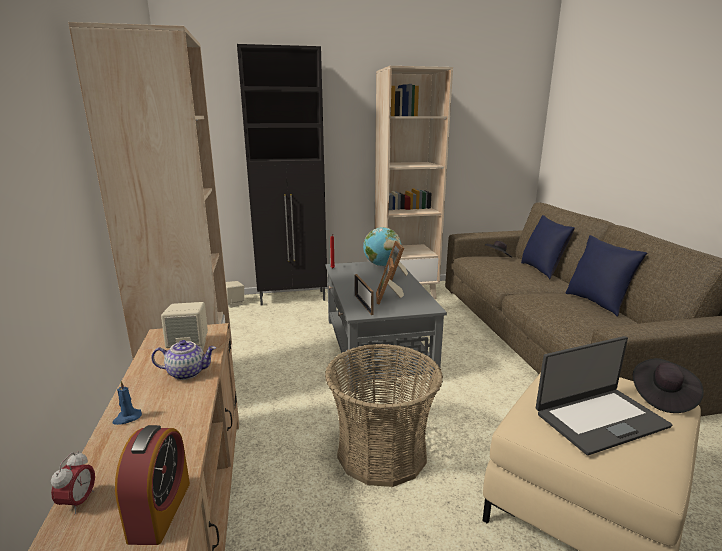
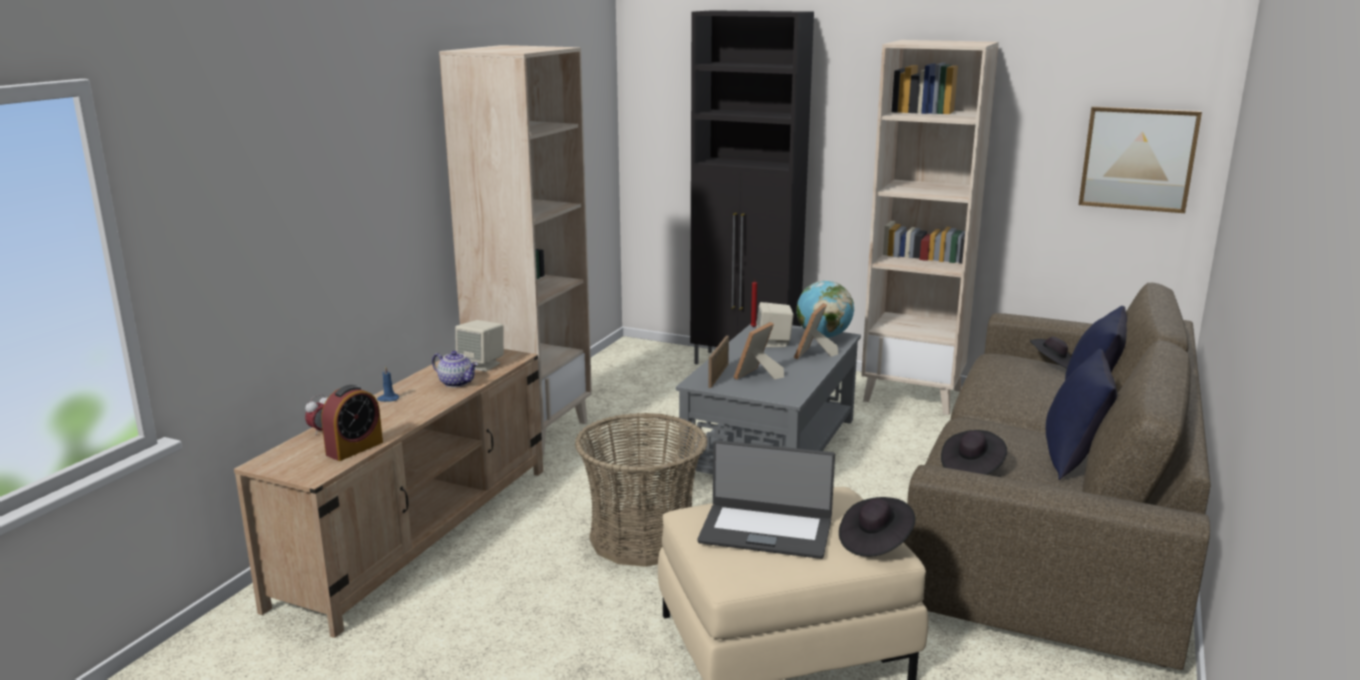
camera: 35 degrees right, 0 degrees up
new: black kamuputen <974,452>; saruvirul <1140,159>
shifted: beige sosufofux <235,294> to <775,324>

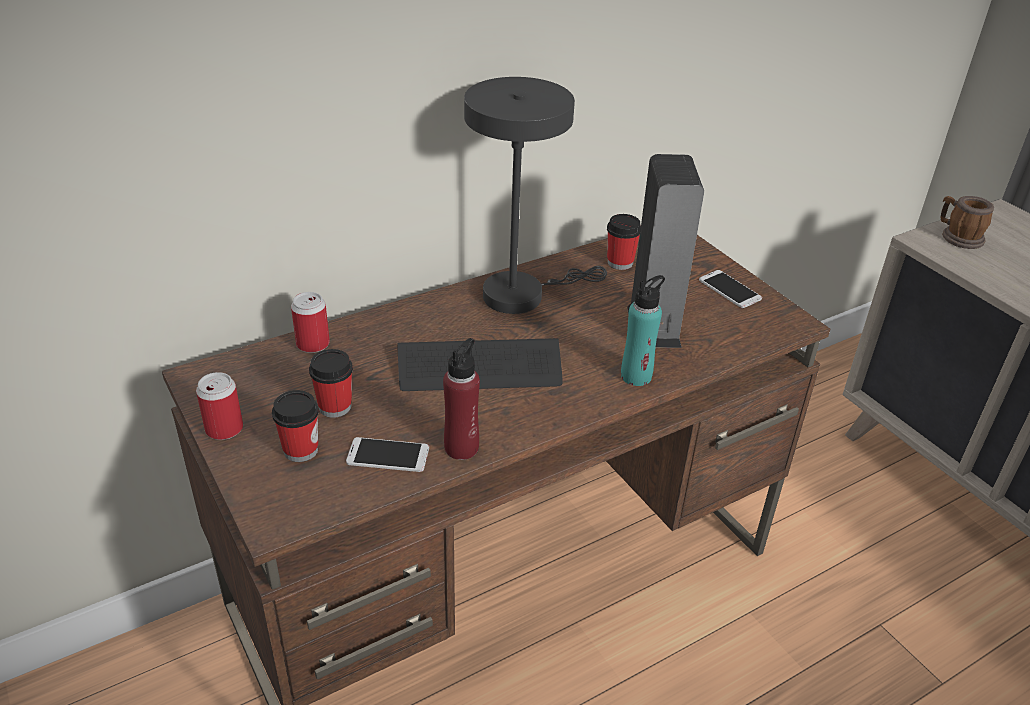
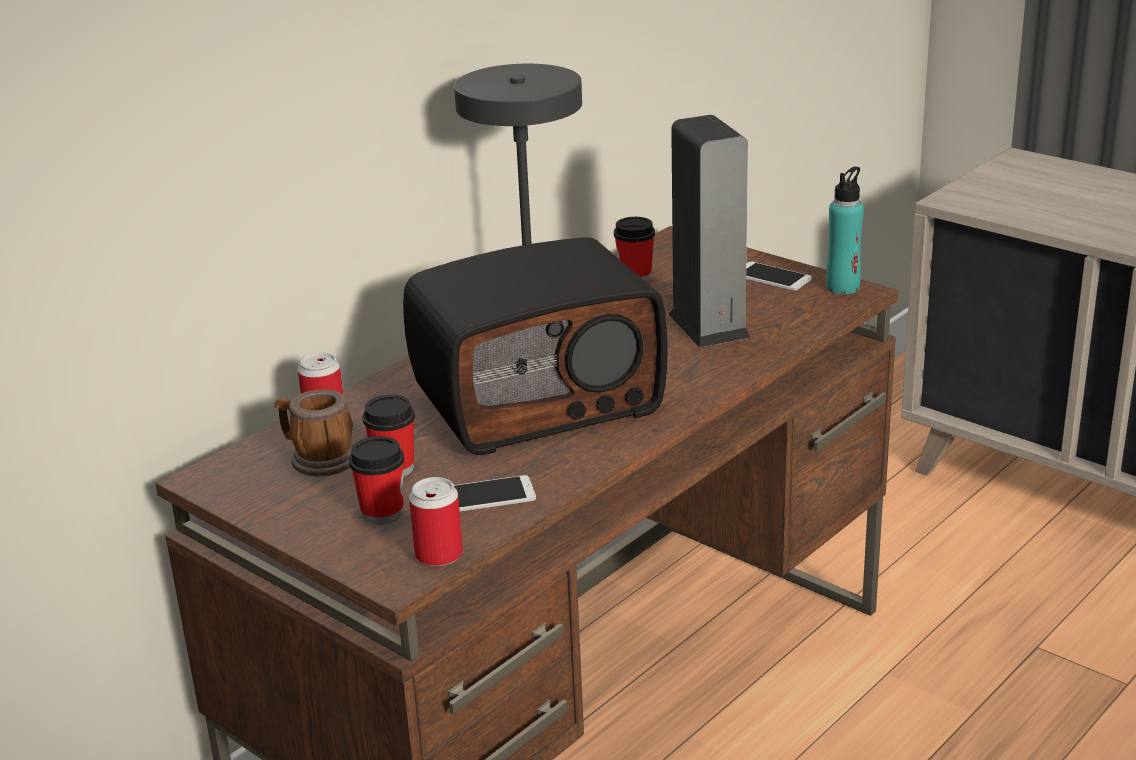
camera: 15 degrees left, 10 degrees down
gone: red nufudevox <461,399>
shifted: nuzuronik <967,222> to <314,433>; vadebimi <219,406> to <436,521>; turquoise nufudevox <643,330> to <845,230>
swapped: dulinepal <480,364> to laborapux <535,346>

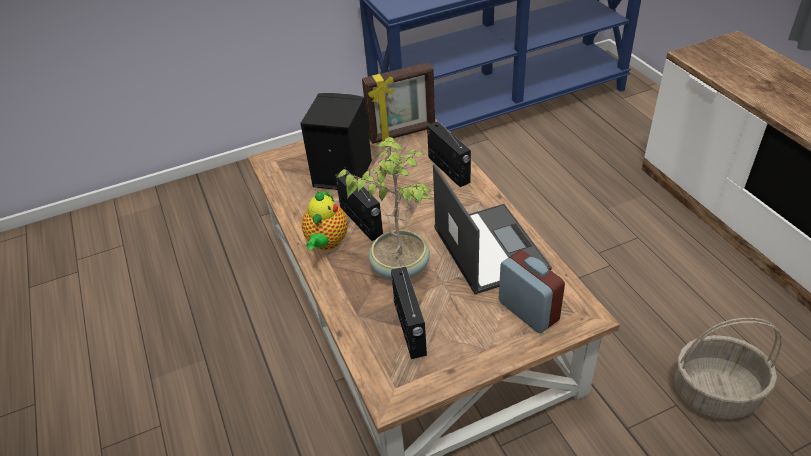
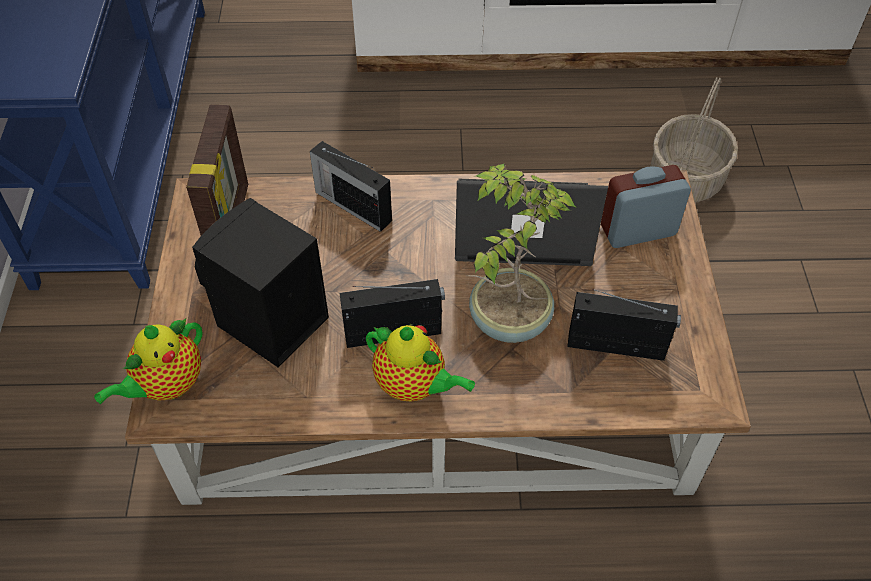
camera: 70 degrees left, 10 degrees up
new: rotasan <148,361>
rotated: laborapux <449,153> = <351,186> 135 degrees counterclockwise

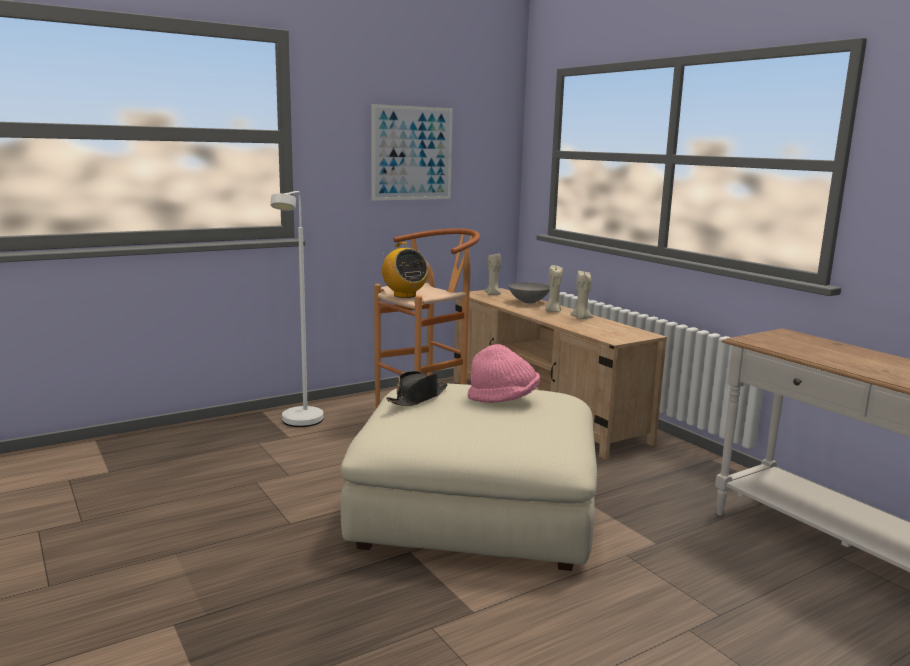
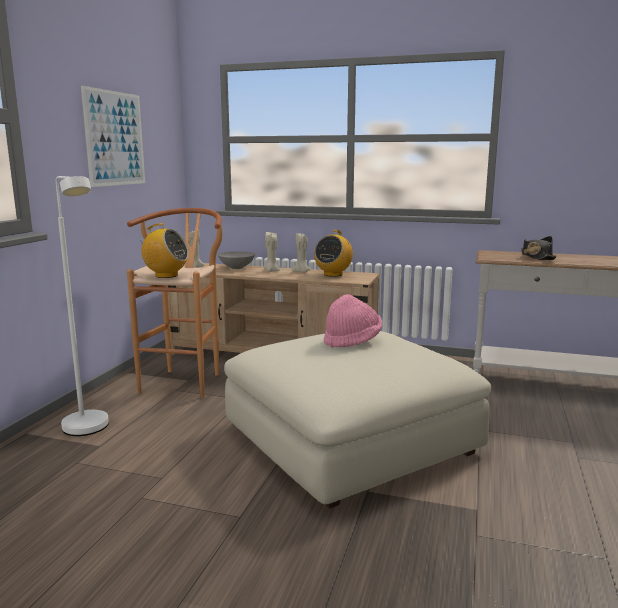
camera: 40 degrees left, 0 degrees up
new: laborapux <333,253>
shifted: black kamuputen <417,388> to <539,248>

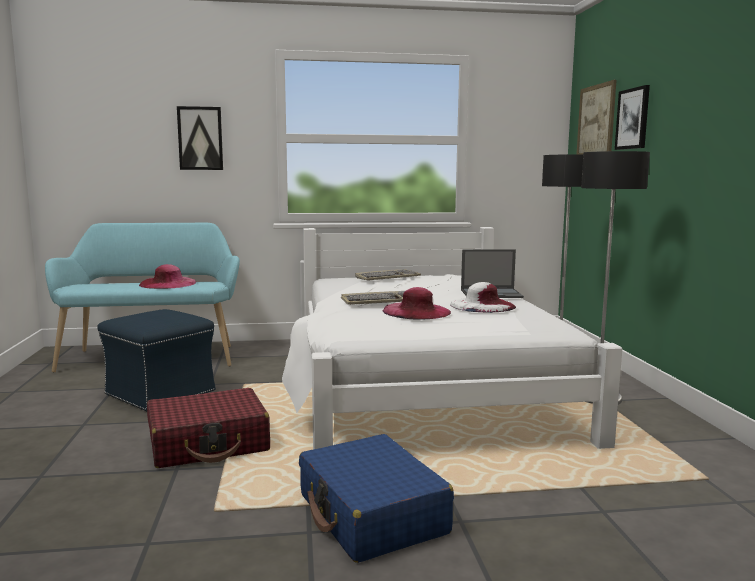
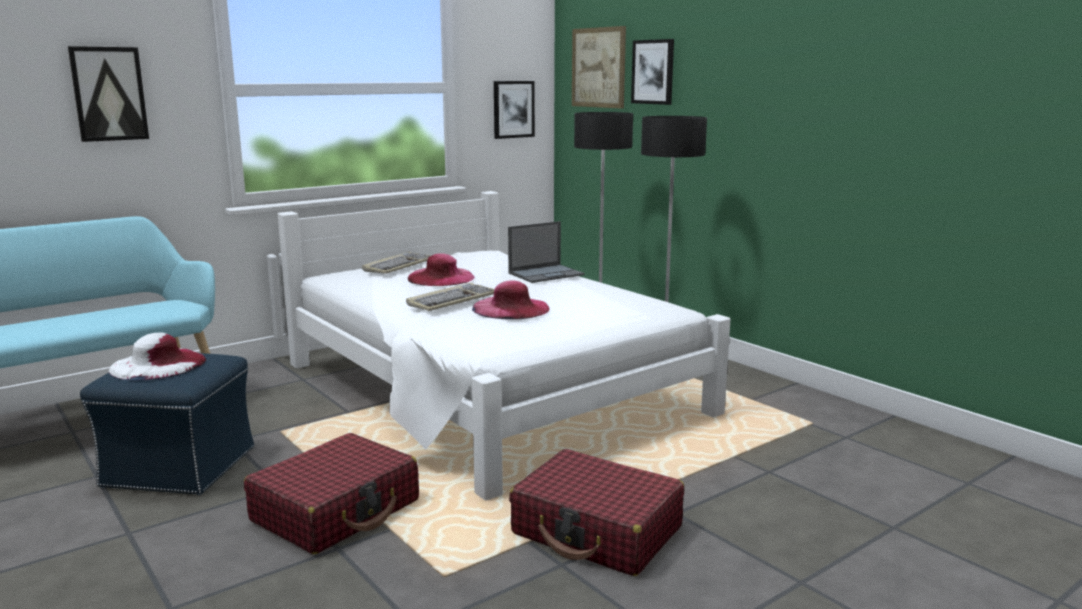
camera: 30 degrees left, 5 degrees up
new: saruvirul <514,110>
shifted: white kamuputen <483,297> to <157,356>; pink kamuputen <167,276> to <441,269>
repainted: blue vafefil <376,498> to red vafefil <596,512>

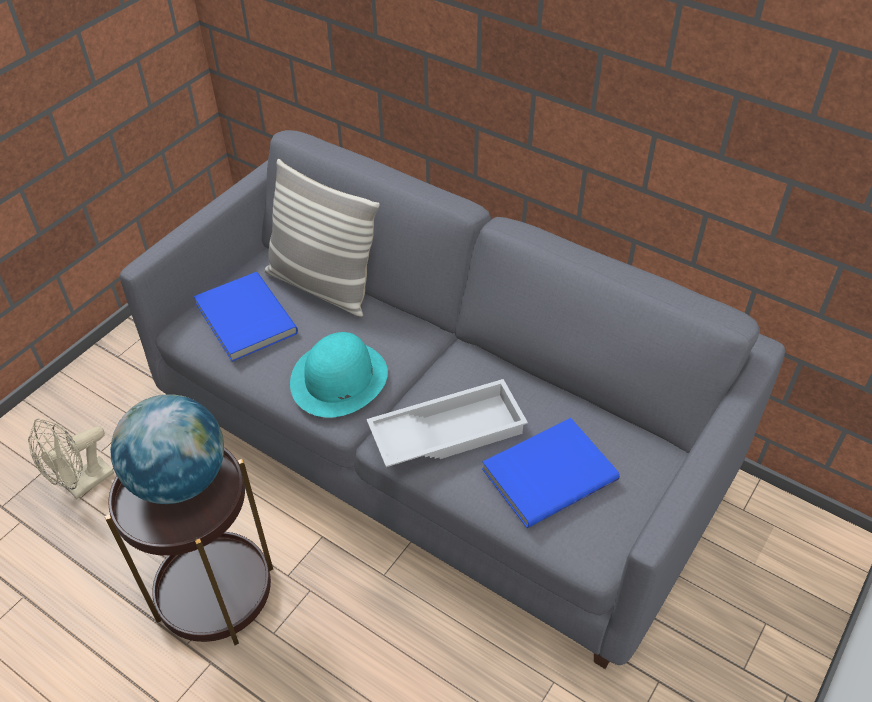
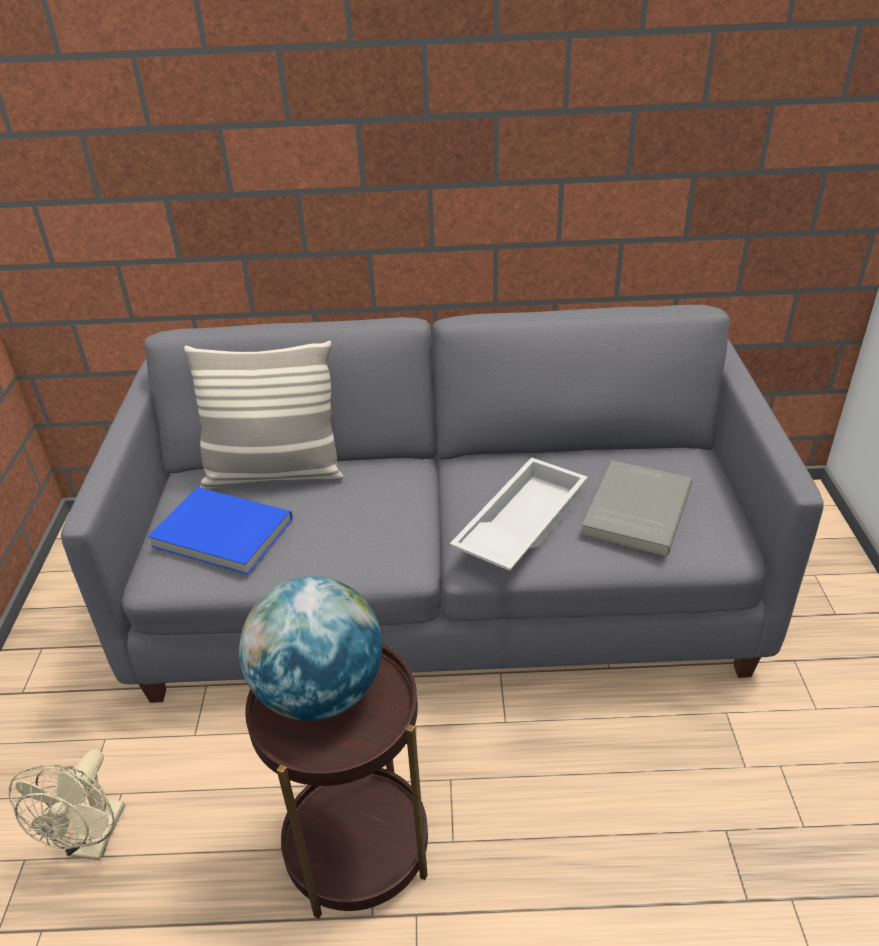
camera: 35 degrees left, 10 degrees down
gone: turquoise kamuputen <339,375>
repainted: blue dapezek <551,473> to grey dapezek <636,508>

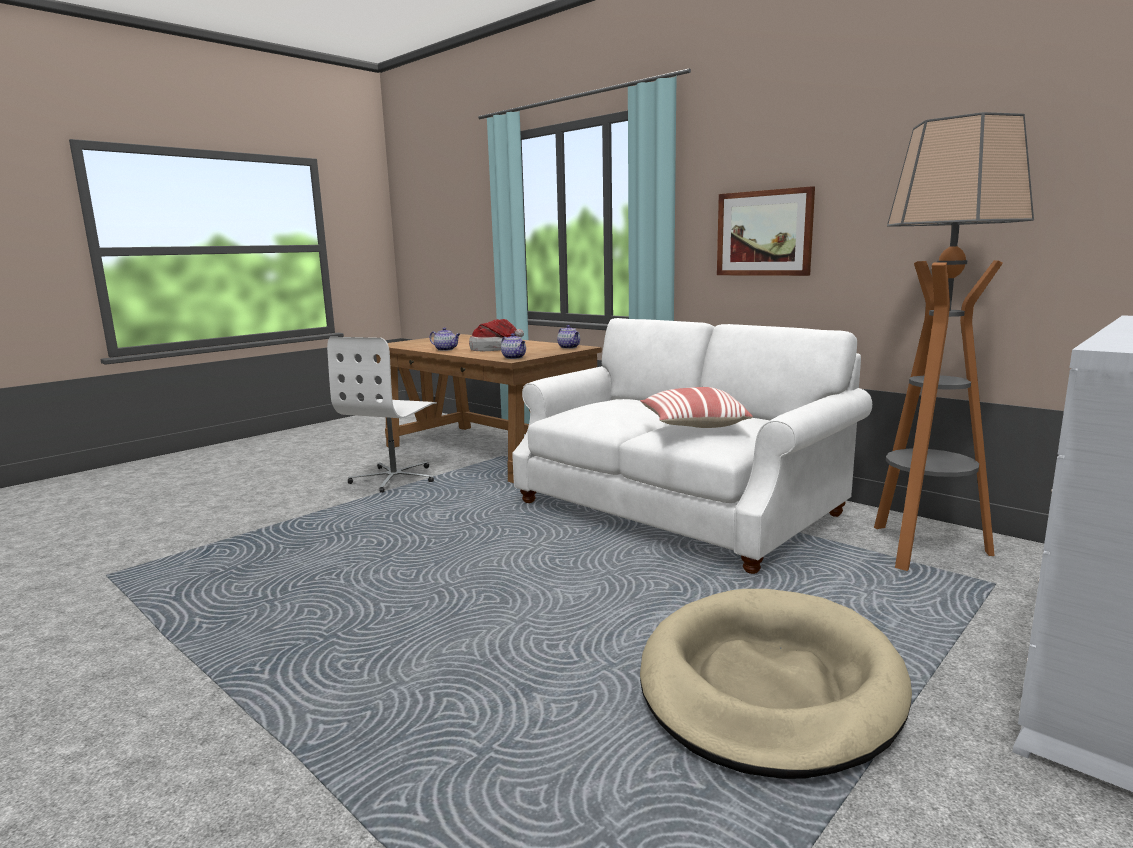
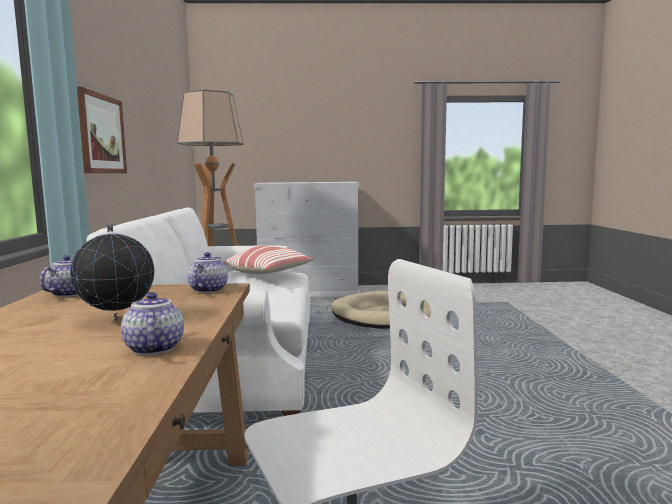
camera: 135 degrees left, 5 degrees down
swapped: kamuputen <496,335> to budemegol <112,272>

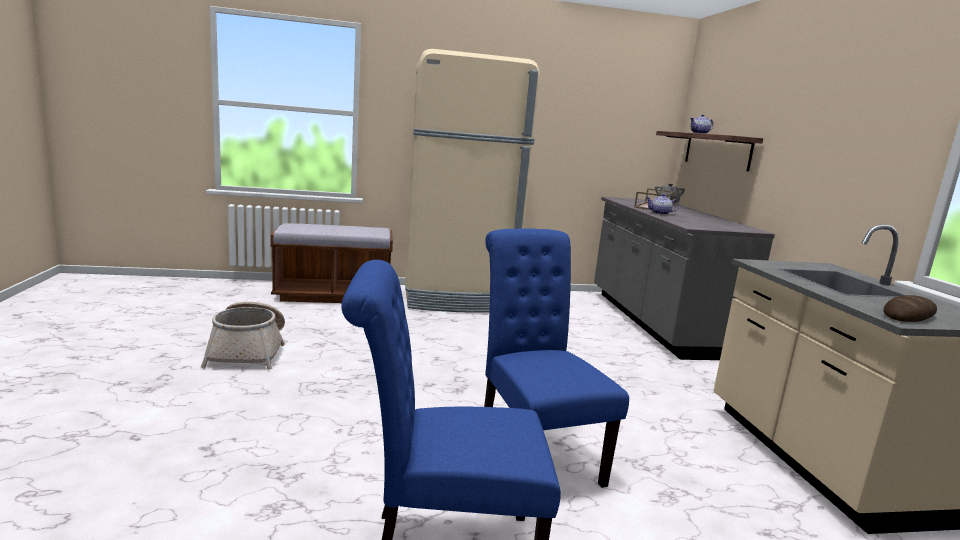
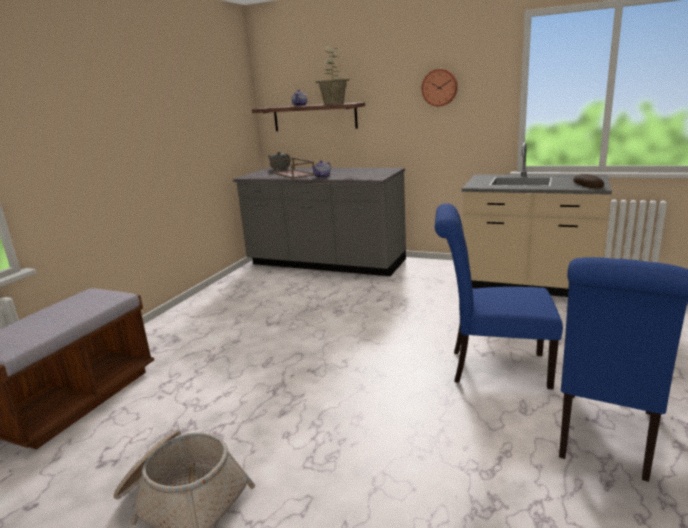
camera: 55 degrees left, 5 degrees up
gone: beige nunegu <472,181>
new: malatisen <332,76>; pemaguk <440,88>

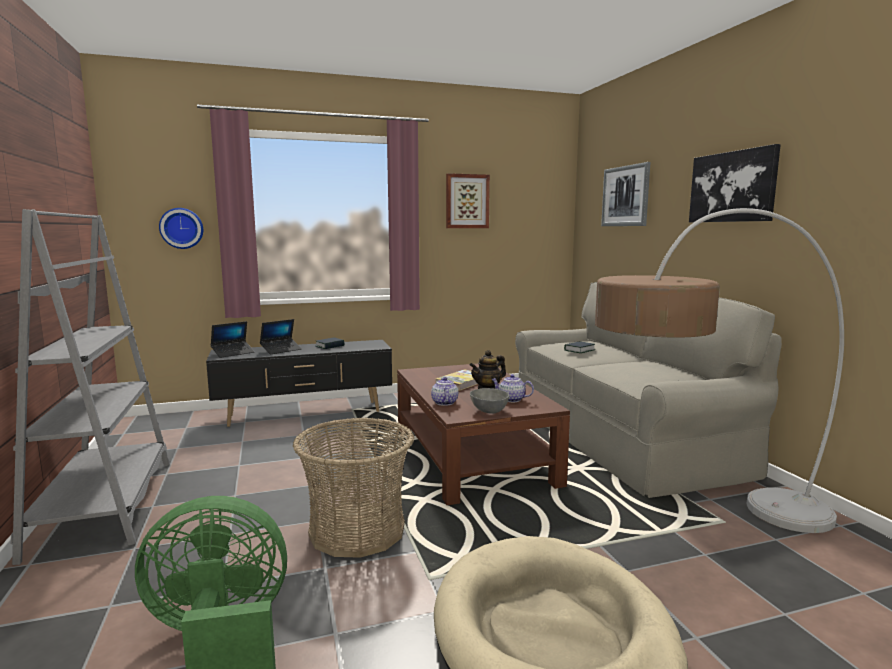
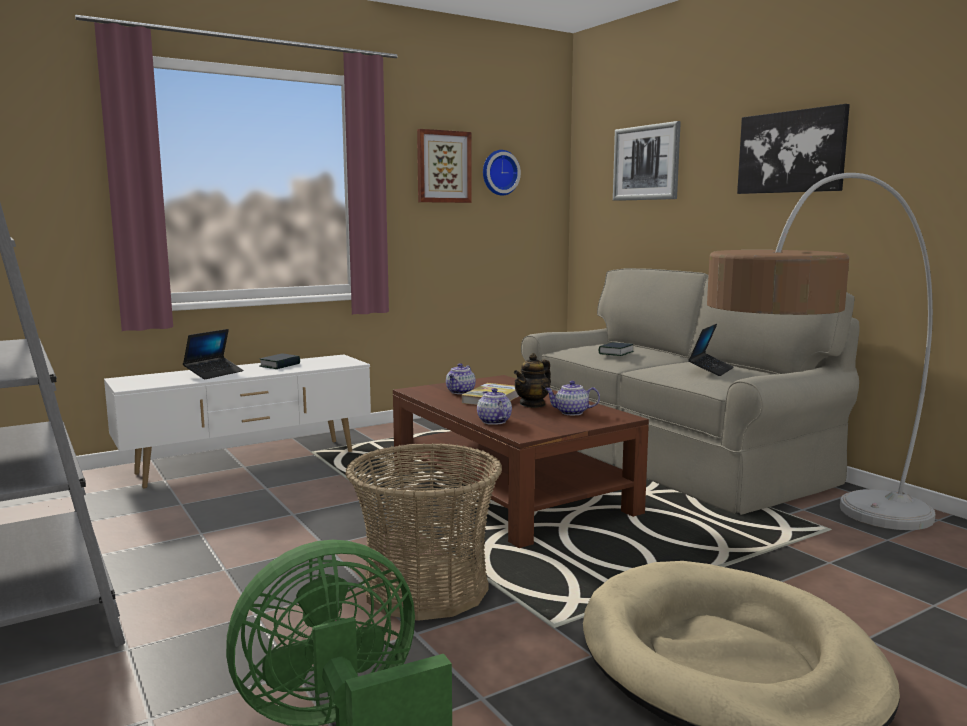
camera: 15 degrees left, 0 degrees up
gone: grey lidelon <490,401>
new: rotasan <461,378>
shifted: pemaguk <181,228> to <502,173>; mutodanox <232,339> to <711,350>
repainted: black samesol <299,383> to white samesol <237,421>

